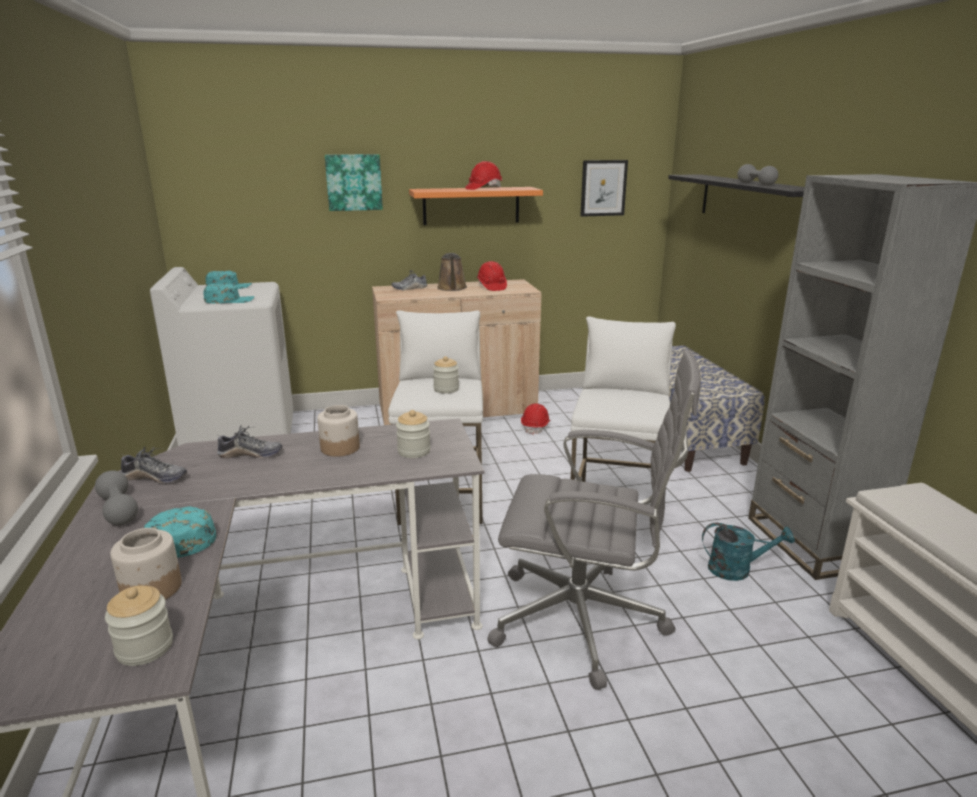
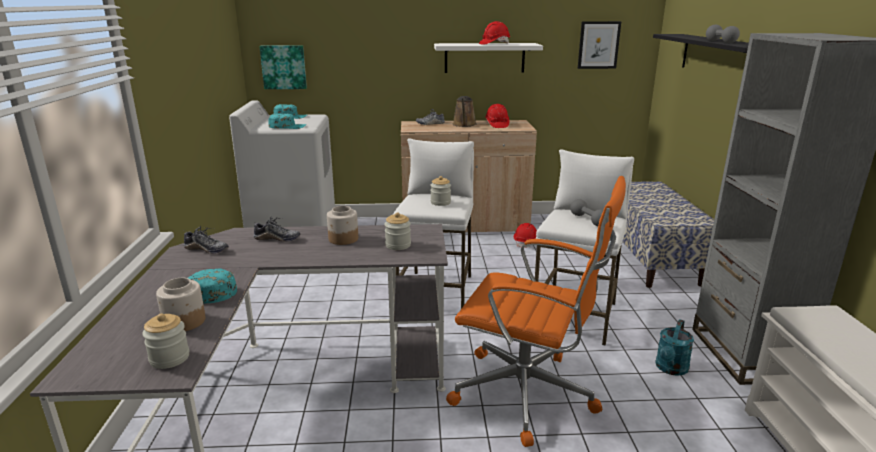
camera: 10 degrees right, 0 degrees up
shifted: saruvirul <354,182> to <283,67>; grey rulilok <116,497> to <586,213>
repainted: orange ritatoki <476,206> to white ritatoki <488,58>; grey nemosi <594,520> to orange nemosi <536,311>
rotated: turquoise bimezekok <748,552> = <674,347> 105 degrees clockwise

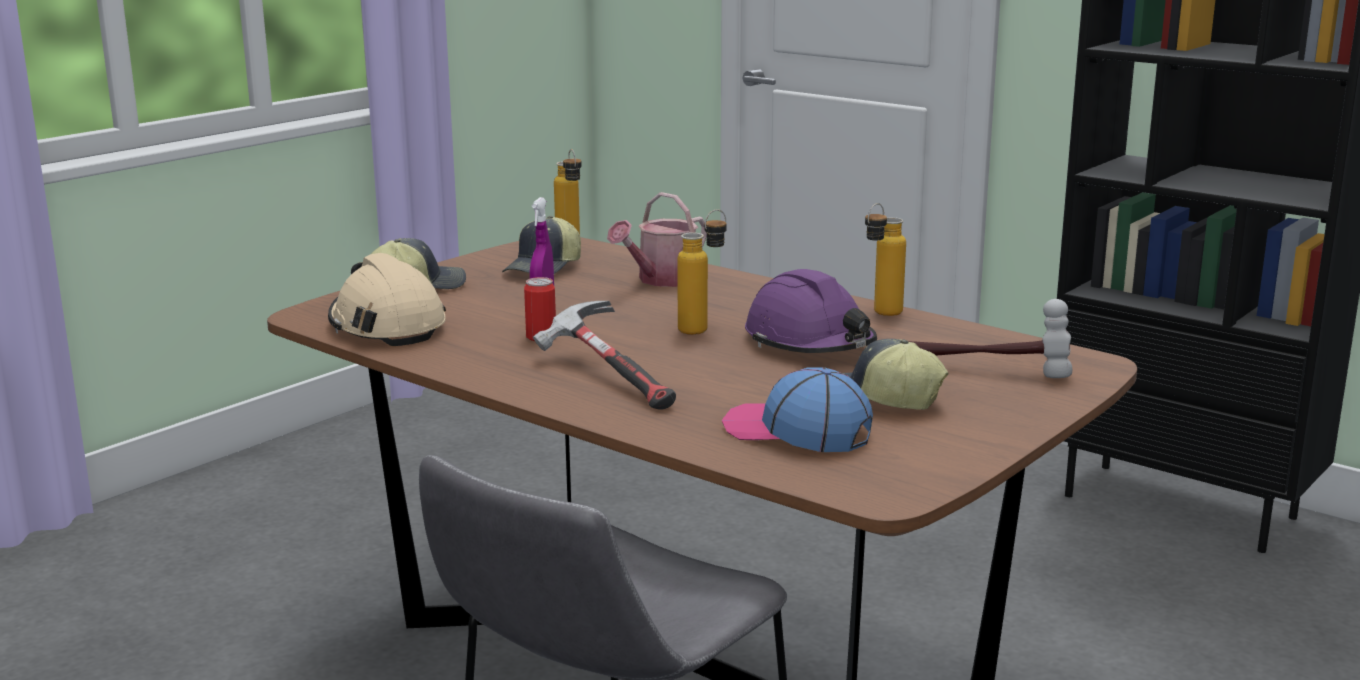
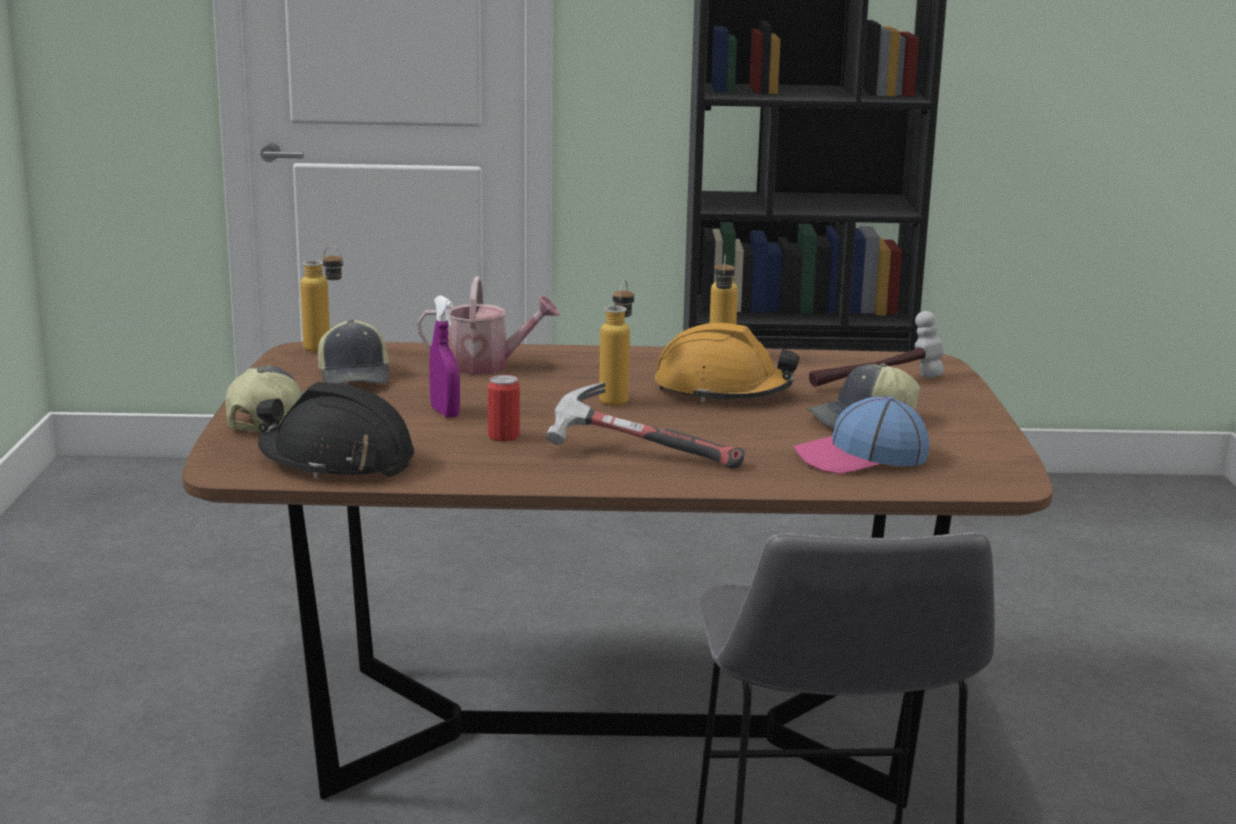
camera: 40 degrees left, 0 degrees up
repainted: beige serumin <387,299> to black serumin <335,430>; purple serumin <811,311> to orange serumin <726,362>
rotated: bimezekok <657,239> = <488,326> 90 degrees counterclockwise

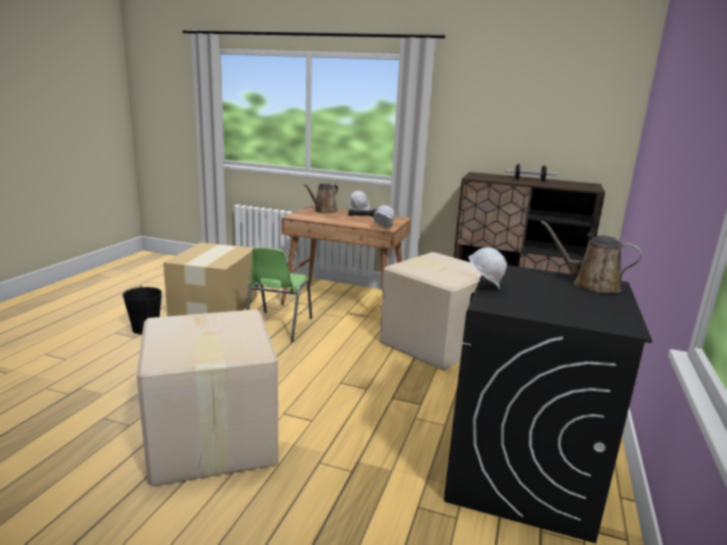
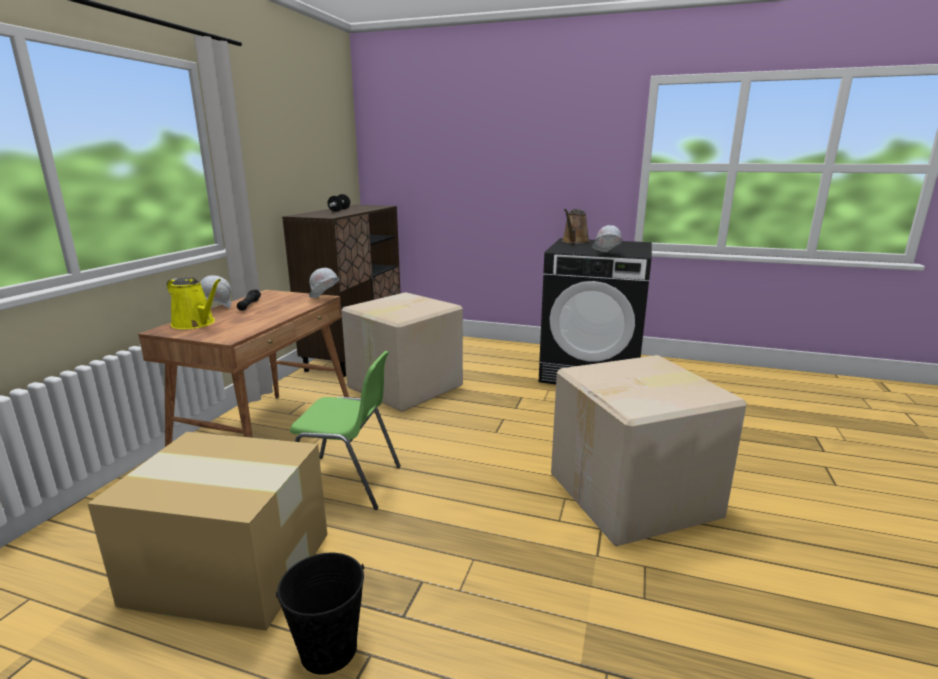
camera: 90 degrees left, 0 degrees up
repainted: brown bimezekok <321,198> to yellow bimezekok <194,303>

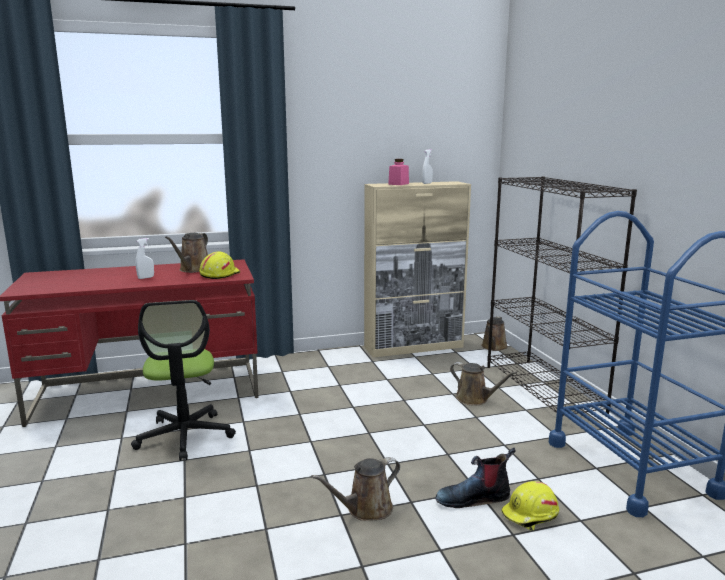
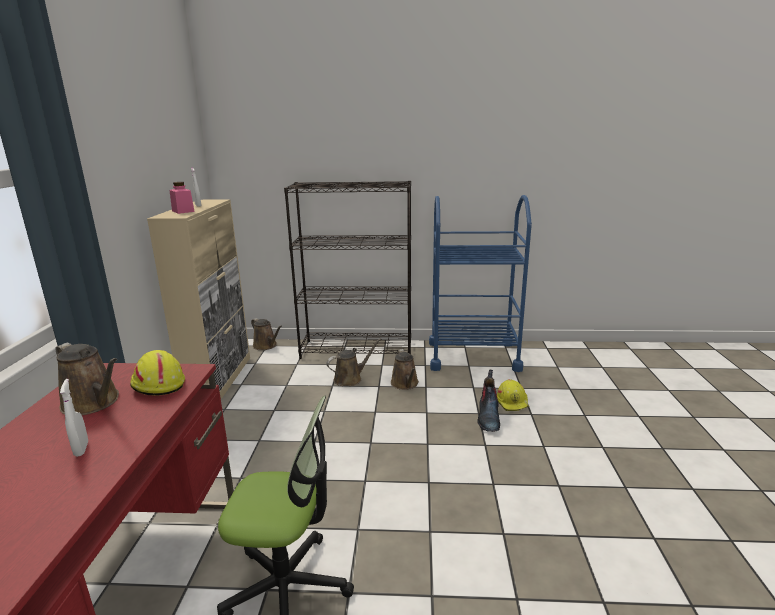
camera: 70 degrees left, 5 degrees up
shifted: brown bimezekok <355,489> to <405,369>

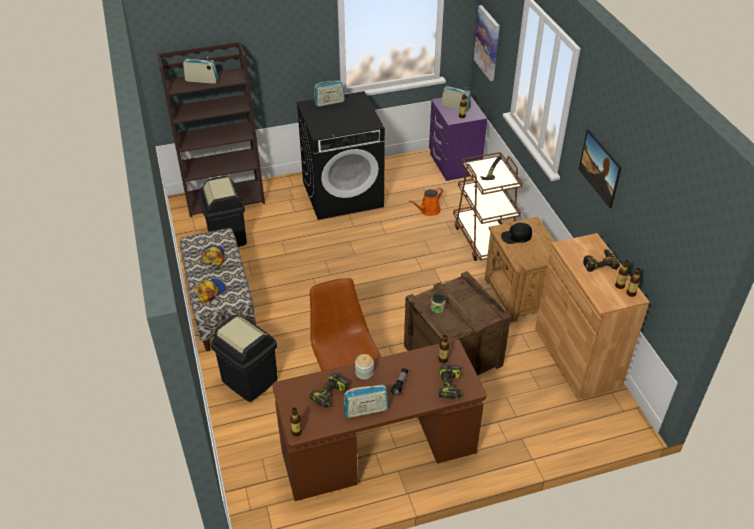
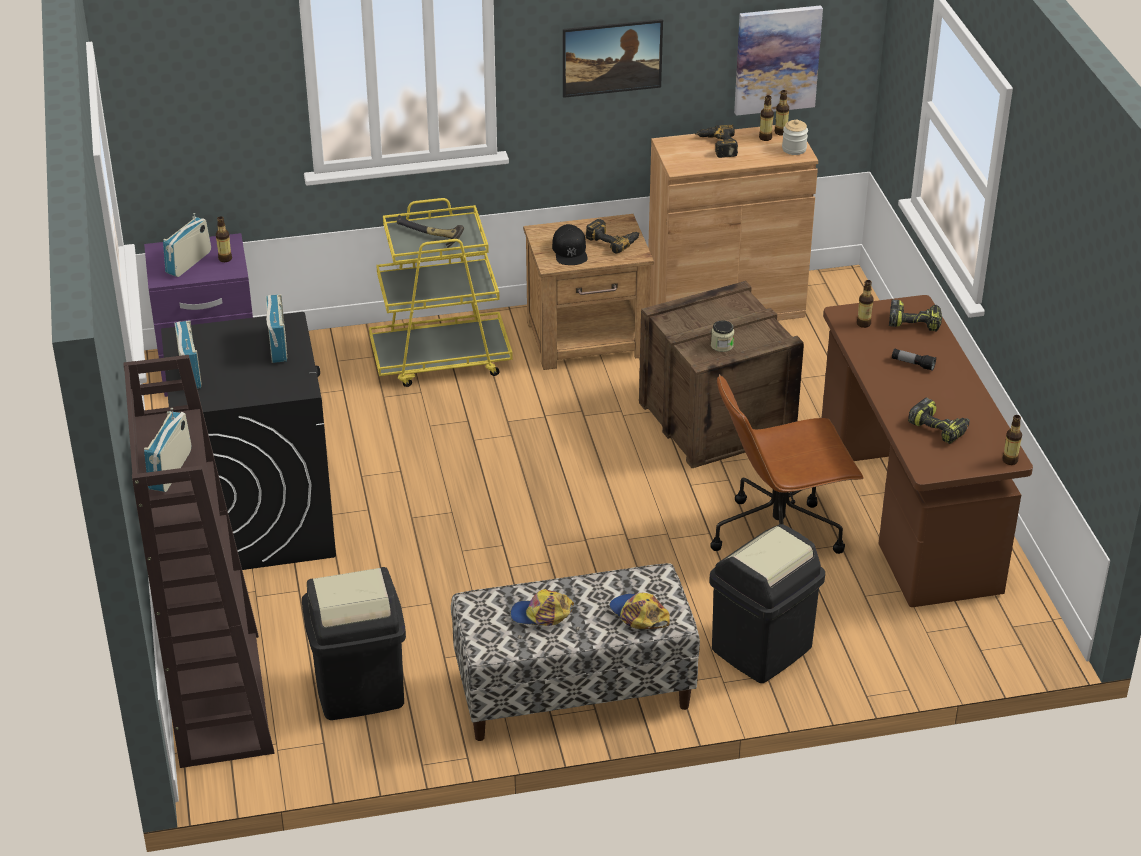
camera: 85 degrees left, 5 degrees down
gone: orange bimezekok <426,201>
new: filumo <612,236>
shifted: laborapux <366,401> to <276,328>; saruvirul <487,43> to <778,60>; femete <364,367> to <795,137>
repainted: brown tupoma <487,206> to yellow tupoma <441,292>

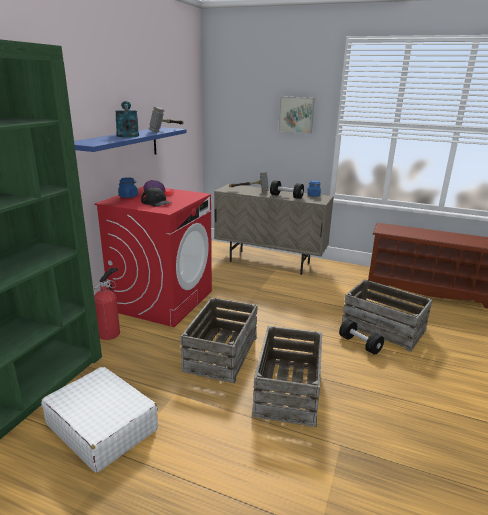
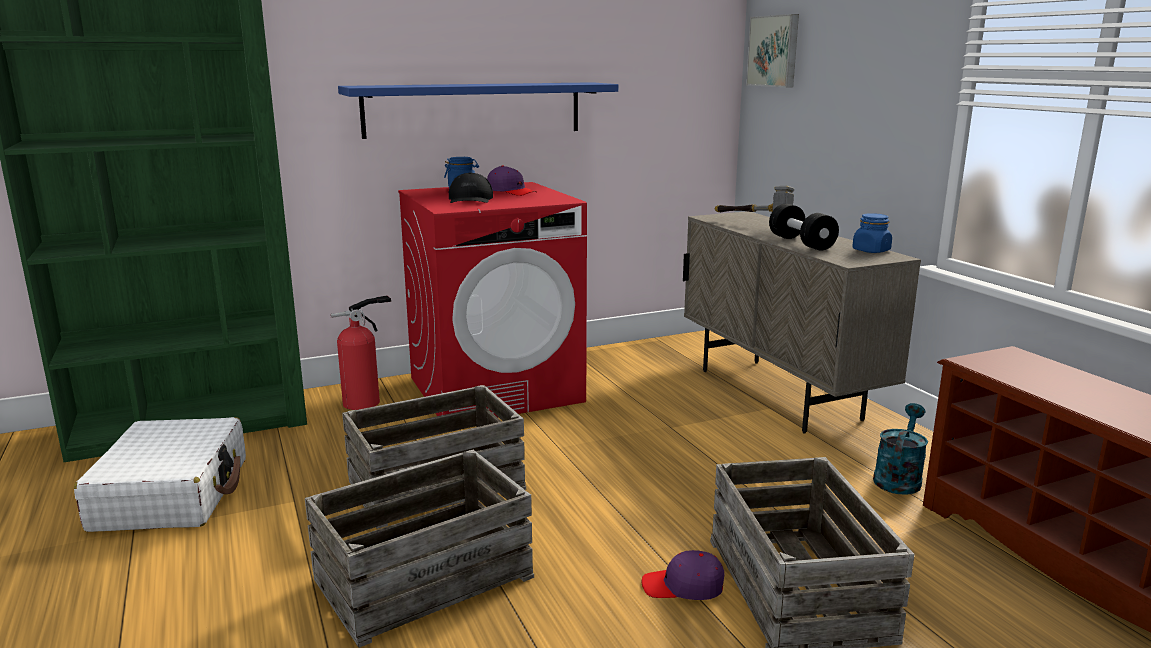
camera: 45 degrees right, 5 degrees down
gone: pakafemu <166,119>
shifted: saruvirul <296,115> to <772,50>; turquoise bimezekok <127,119> to <900,449>
swapped: black rulilok <361,337> to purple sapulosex <683,575>

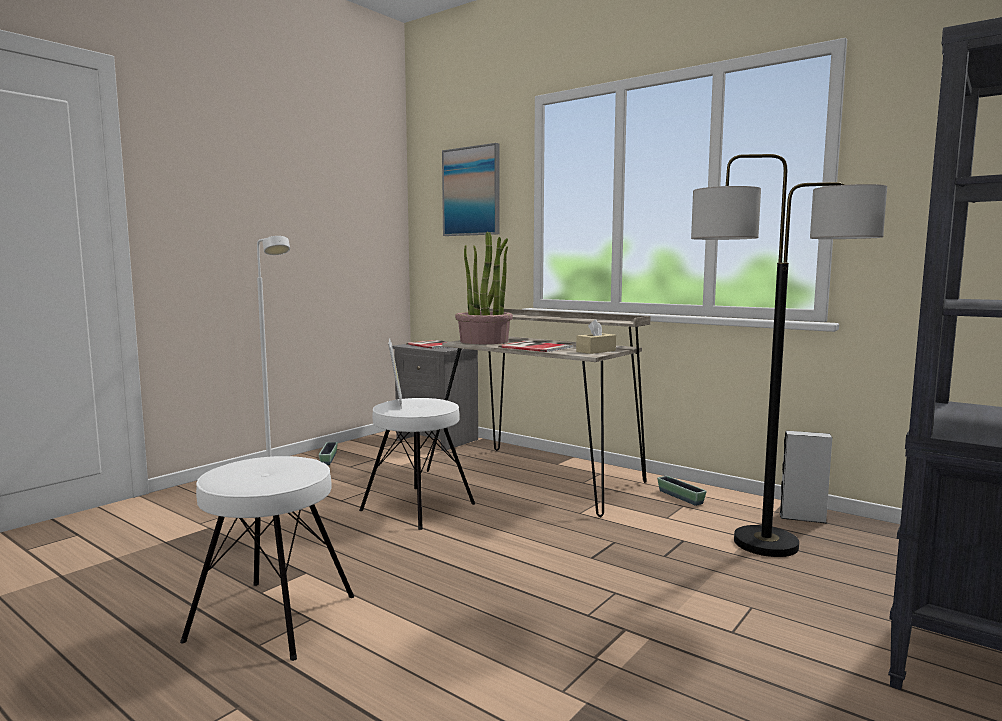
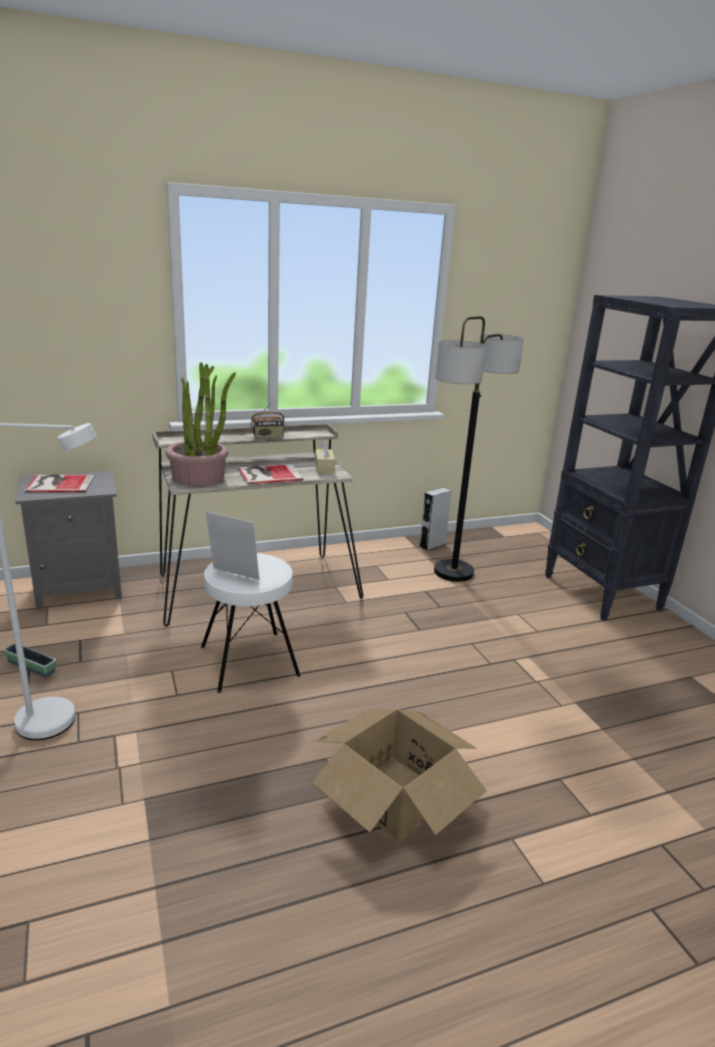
camera: 60 degrees left, 15 degrees up
gone: saruvirul <471,189>; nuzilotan <682,491>
new: laborapux <268,419>
swapped: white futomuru <267,558> to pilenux <399,774>

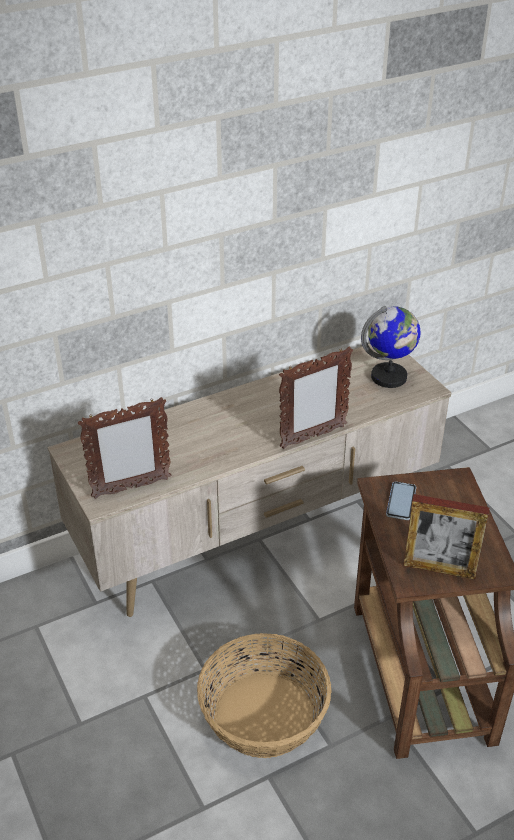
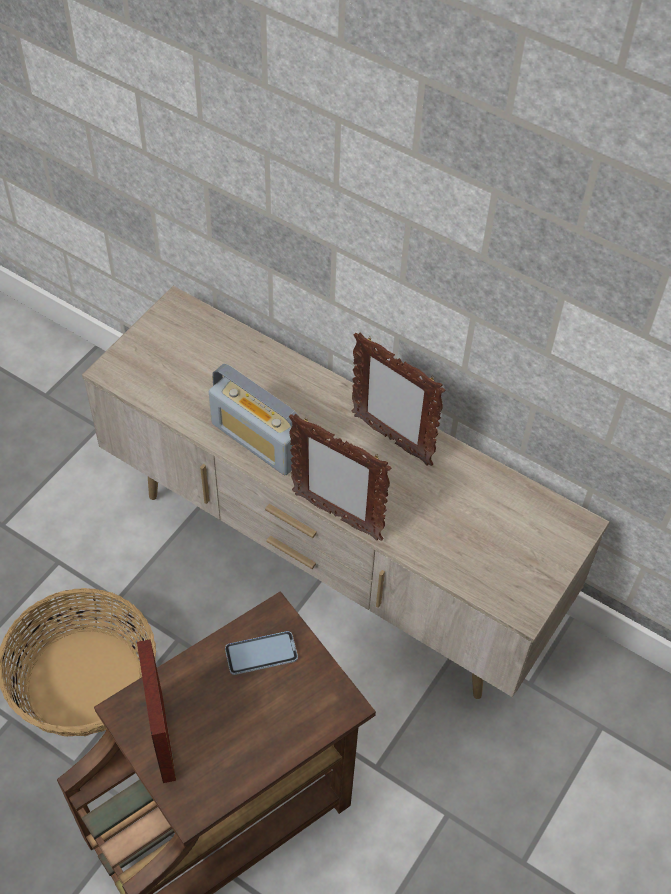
camera: 60 degrees right, 15 degrees up
gone: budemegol <390,347>
new: laborapux <254,419>
shifted: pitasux <124,448> to <398,399>

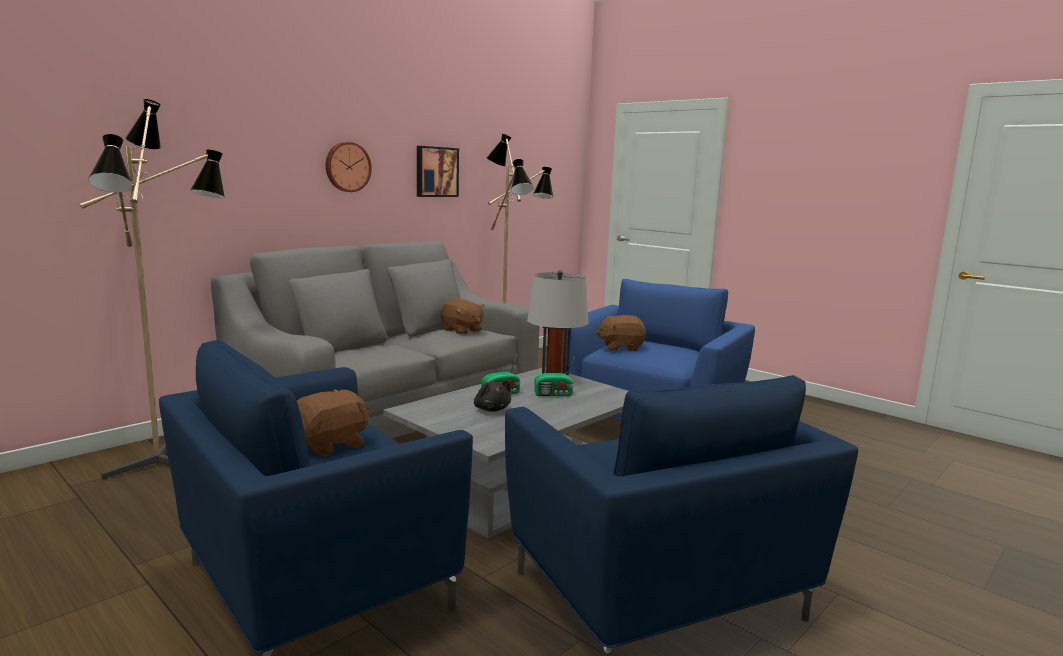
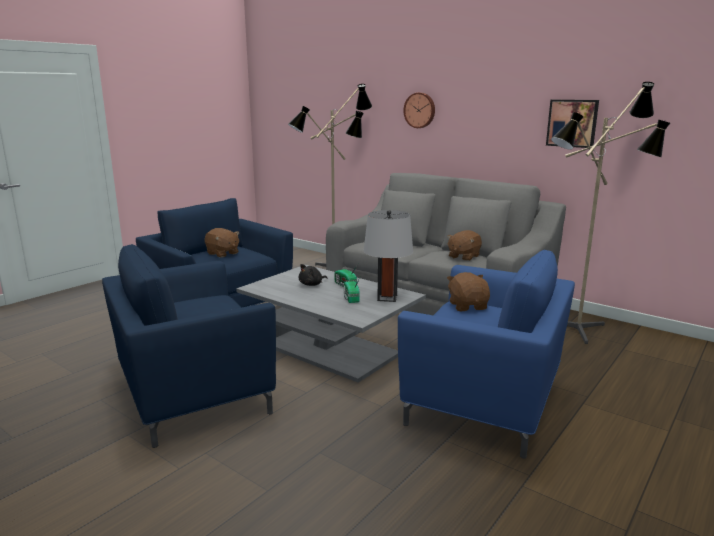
camera: 85 degrees right, 5 degrees up
shifted: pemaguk <349,167> to <419,110>

